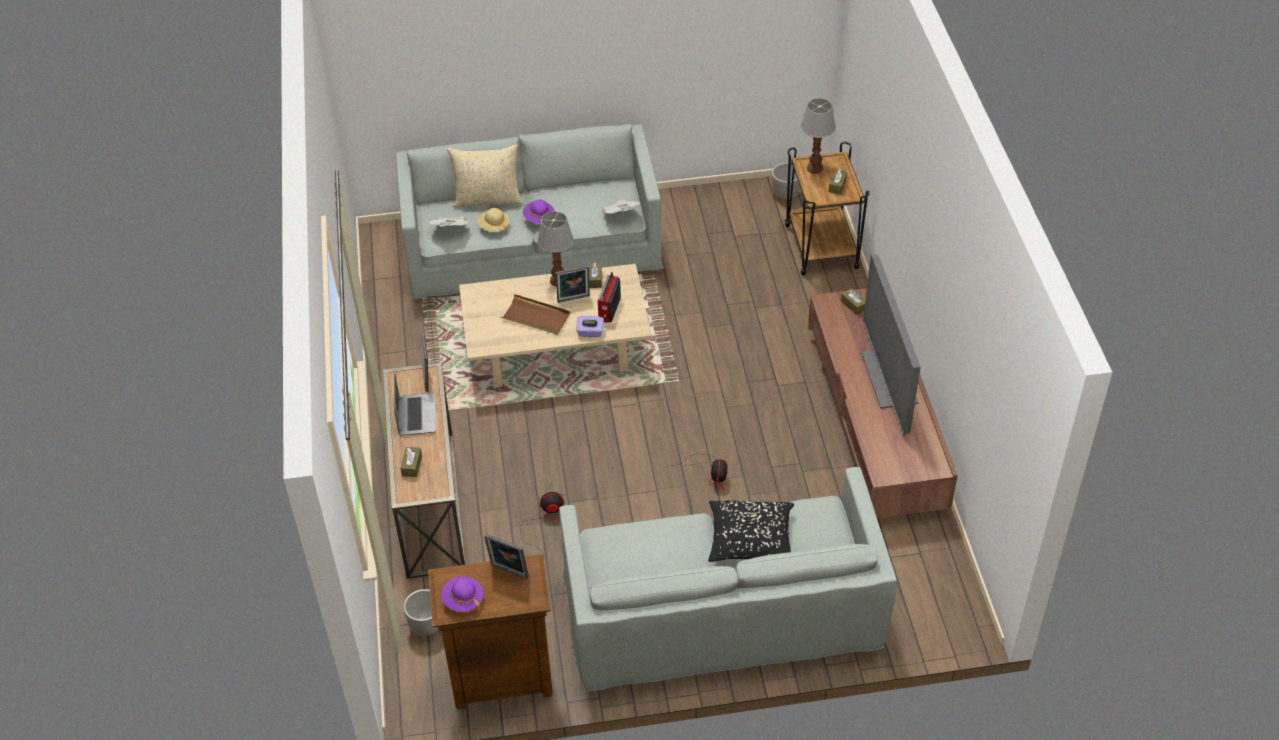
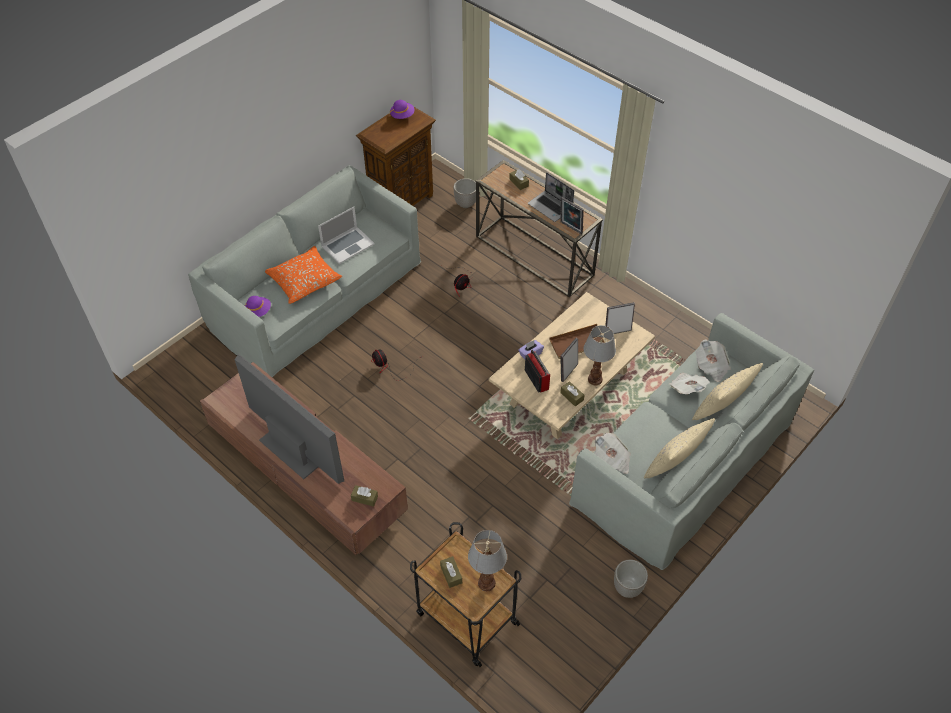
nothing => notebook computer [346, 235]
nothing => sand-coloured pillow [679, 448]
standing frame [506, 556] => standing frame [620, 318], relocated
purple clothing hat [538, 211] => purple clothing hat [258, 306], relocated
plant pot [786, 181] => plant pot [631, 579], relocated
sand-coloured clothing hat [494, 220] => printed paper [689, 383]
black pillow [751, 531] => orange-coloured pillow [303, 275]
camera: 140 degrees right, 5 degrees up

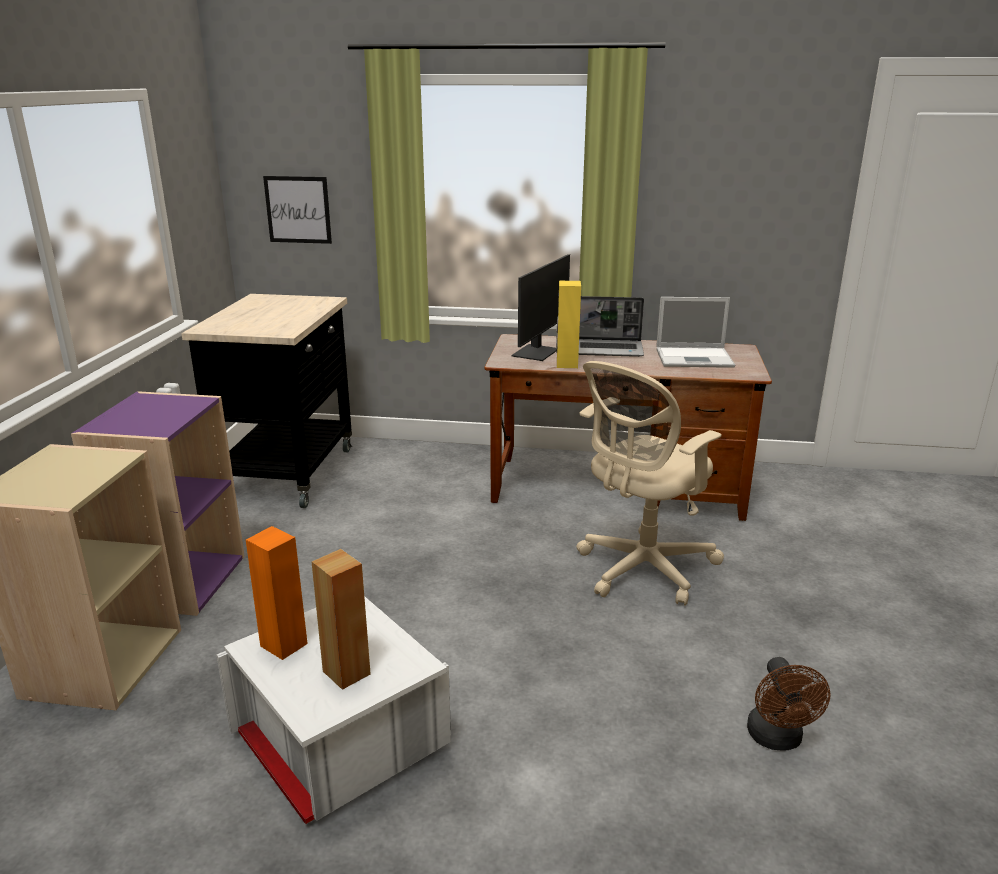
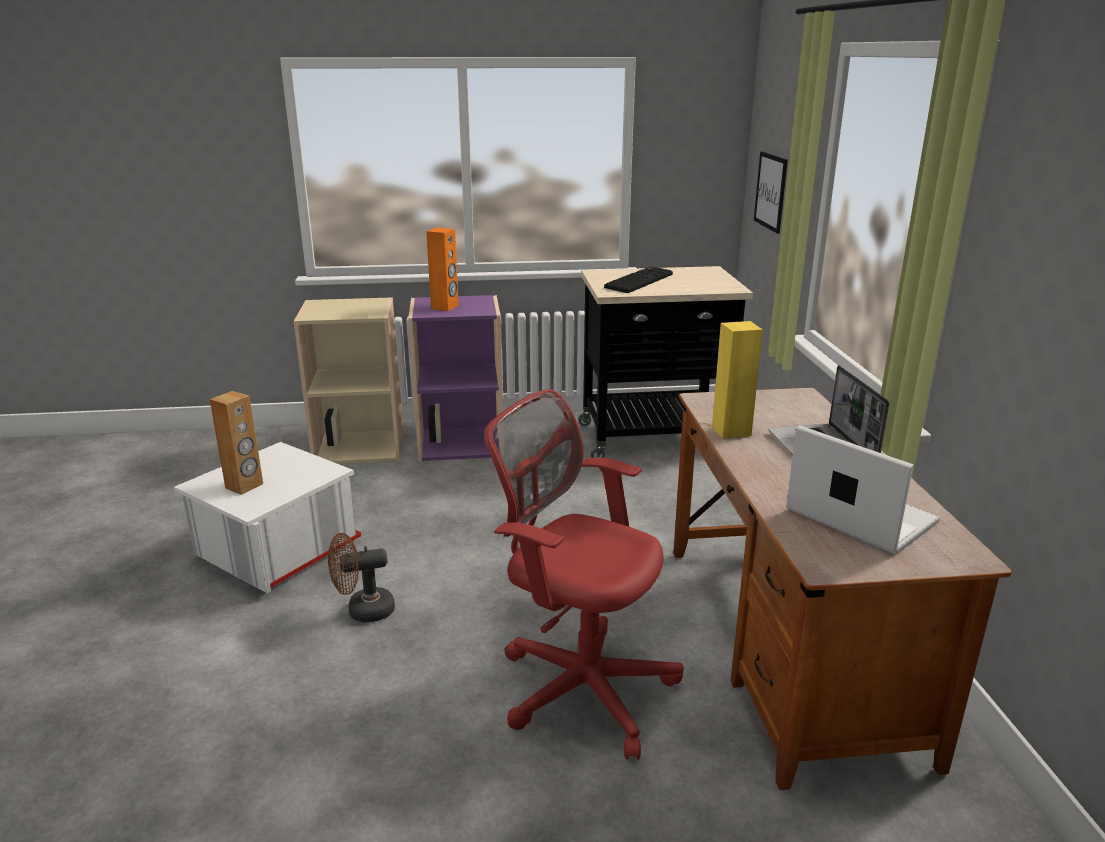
monitor [540, 307] => nothing
nothing => PC keyboard [638, 280]
orange-coloured loudspeaker [277, 593] => orange-coloured loudspeaker [442, 269], relocated
brown cooling fan [789, 704] => brown cooling fan [361, 578], relocated
sand-coloured computer chair [650, 483] => red computer chair [584, 574]
notebook computer [695, 332] => notebook computer [863, 490], 150 degrees clockwise
camera: 75 degrees right, 0 degrees up

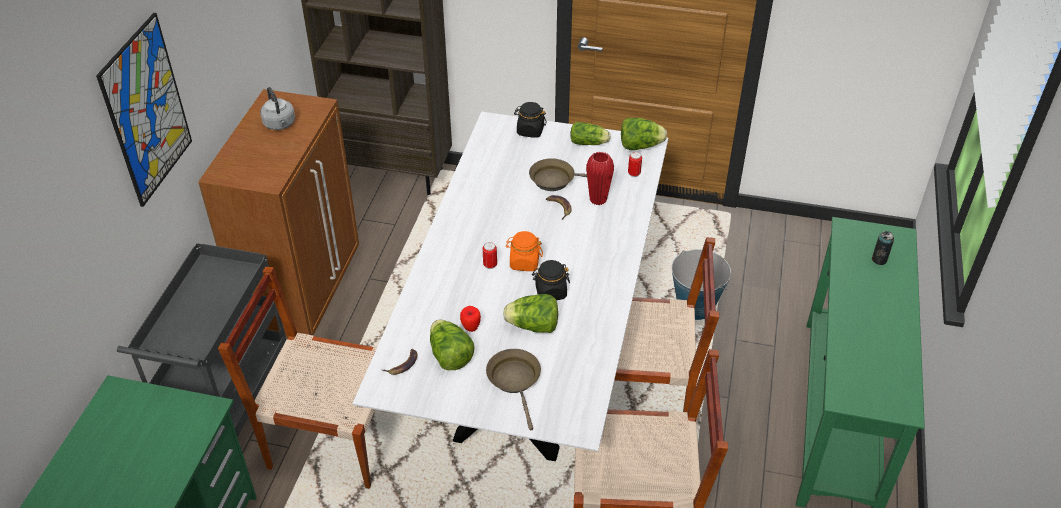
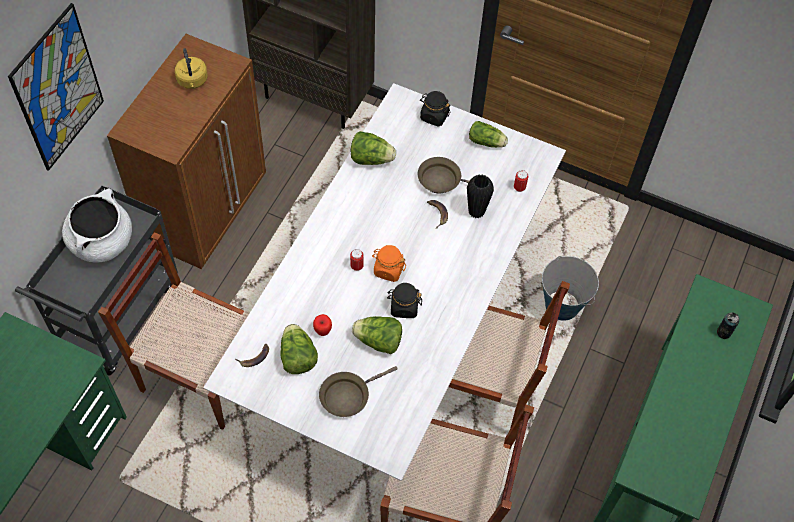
nothing => white cooking pot [97, 226]
lettuce head [644, 134] => lettuce head [373, 148], relocated
grey water kettle [277, 108] => yellow-coloured water kettle [191, 68]
red decorative vase [600, 178] => black decorative vase [480, 196]
brown frying pan [513, 389] => brown frying pan [358, 391], 120 degrees counterclockwise
camera: 10 degrees right, 15 degrees up

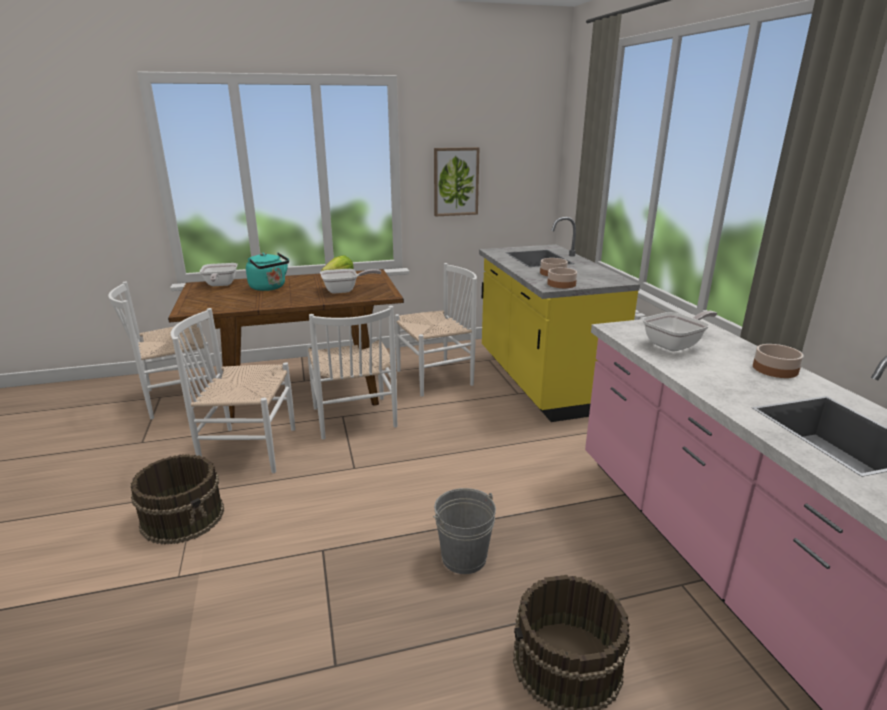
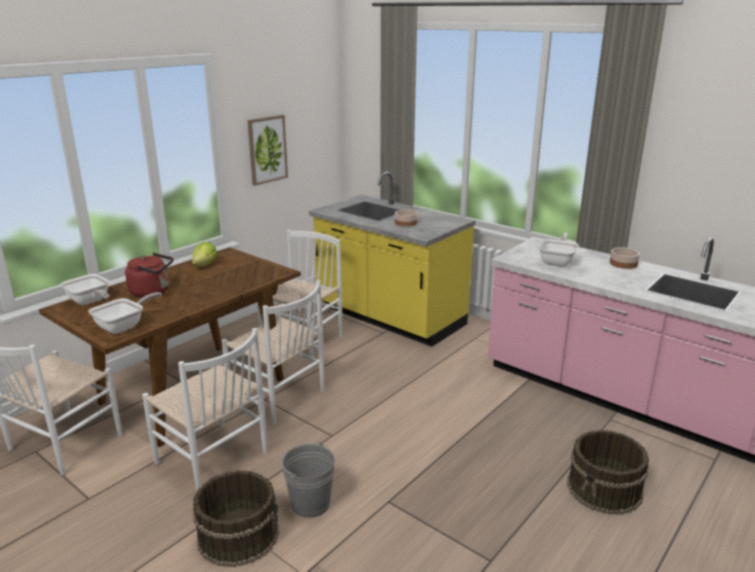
deep dish [562, 278] => nothing
frying pan [350, 281] => frying pan [125, 313], relocated
grey pail [464, 531] => grey pail [308, 479], relocated
turquoise-coloured water kettle [267, 271] => red water kettle [149, 275]
white upright chair [233, 390] => white upright chair [204, 409], 105 degrees counterclockwise
camera: 35 degrees left, 0 degrees up

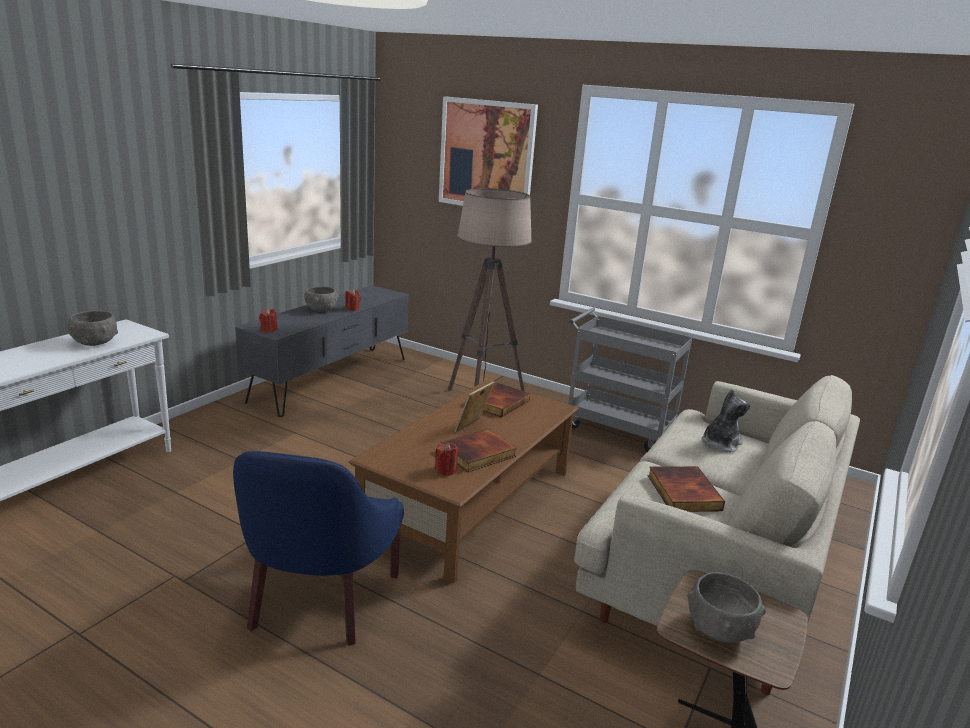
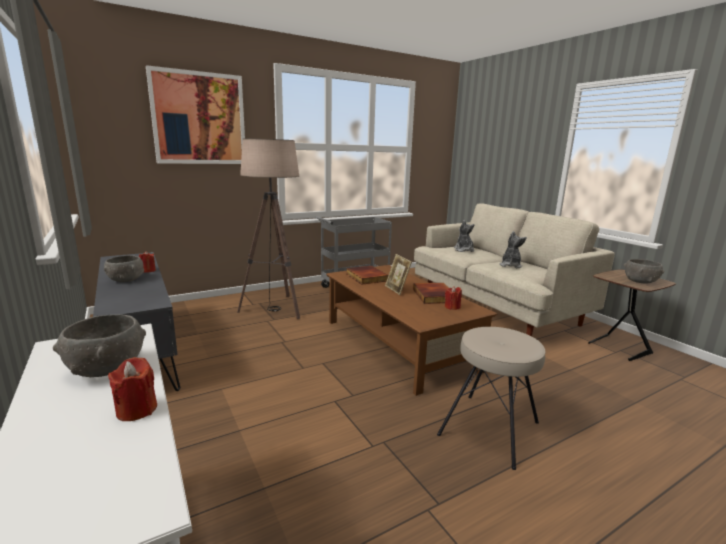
red candle [268, 321] => red candle [132, 389], relocated
bluish easy chair [318, 548] => sand-coloured stool seat [491, 398]
bound book [686, 489] => soft toy [513, 249]
camera: 60 degrees left, 5 degrees down

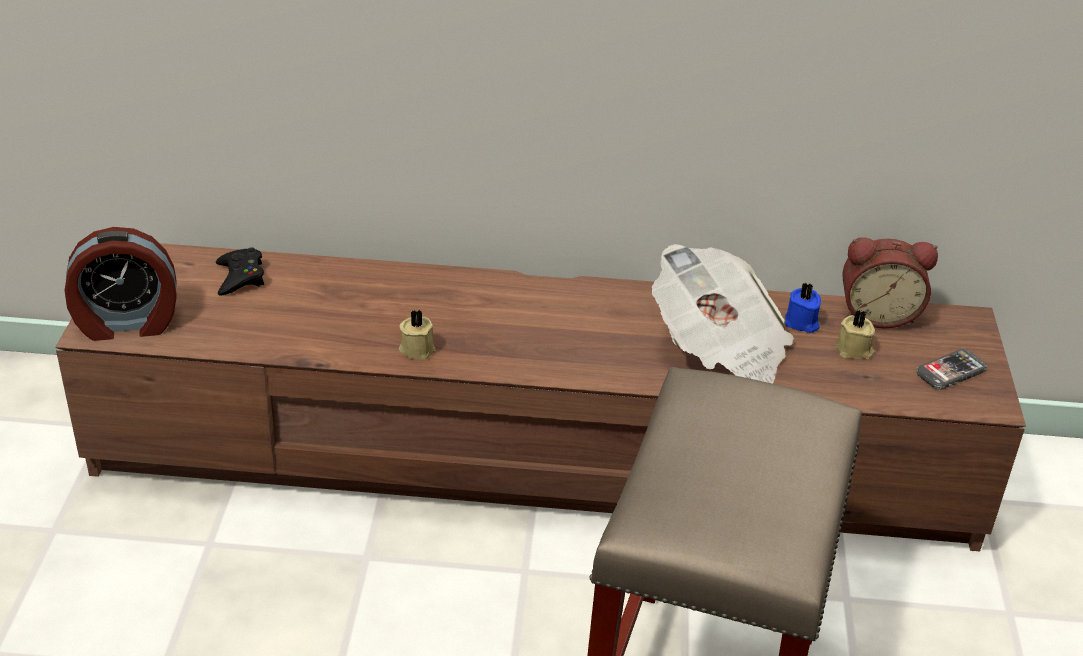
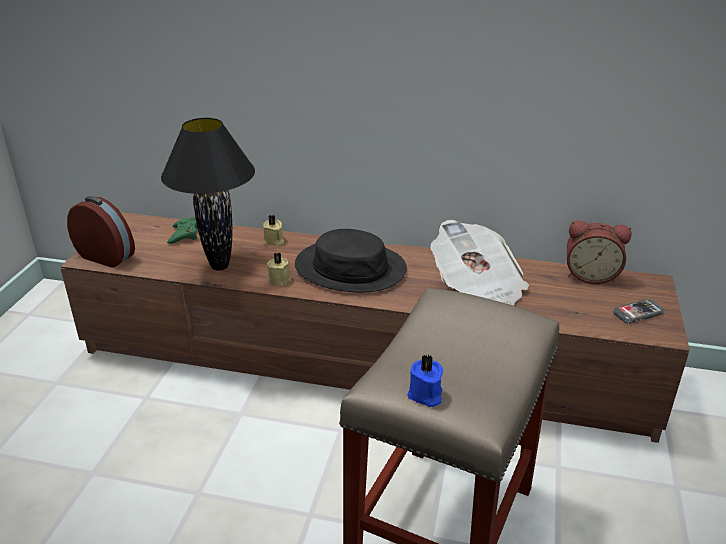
nothing => black table lamp [208, 194]
nothing => black clothing hat [351, 260]
bluish candle [803, 307] => bluish candle [425, 381], relocated
sand-coloured candle [855, 334] => sand-coloured candle [273, 230], relocated
black joypad [240, 271] => green-coloured joypad [182, 230]
bedside clock [121, 284] => bedside clock [101, 232], 150 degrees counterclockwise
camera: 10 degrees right, 5 degrees down

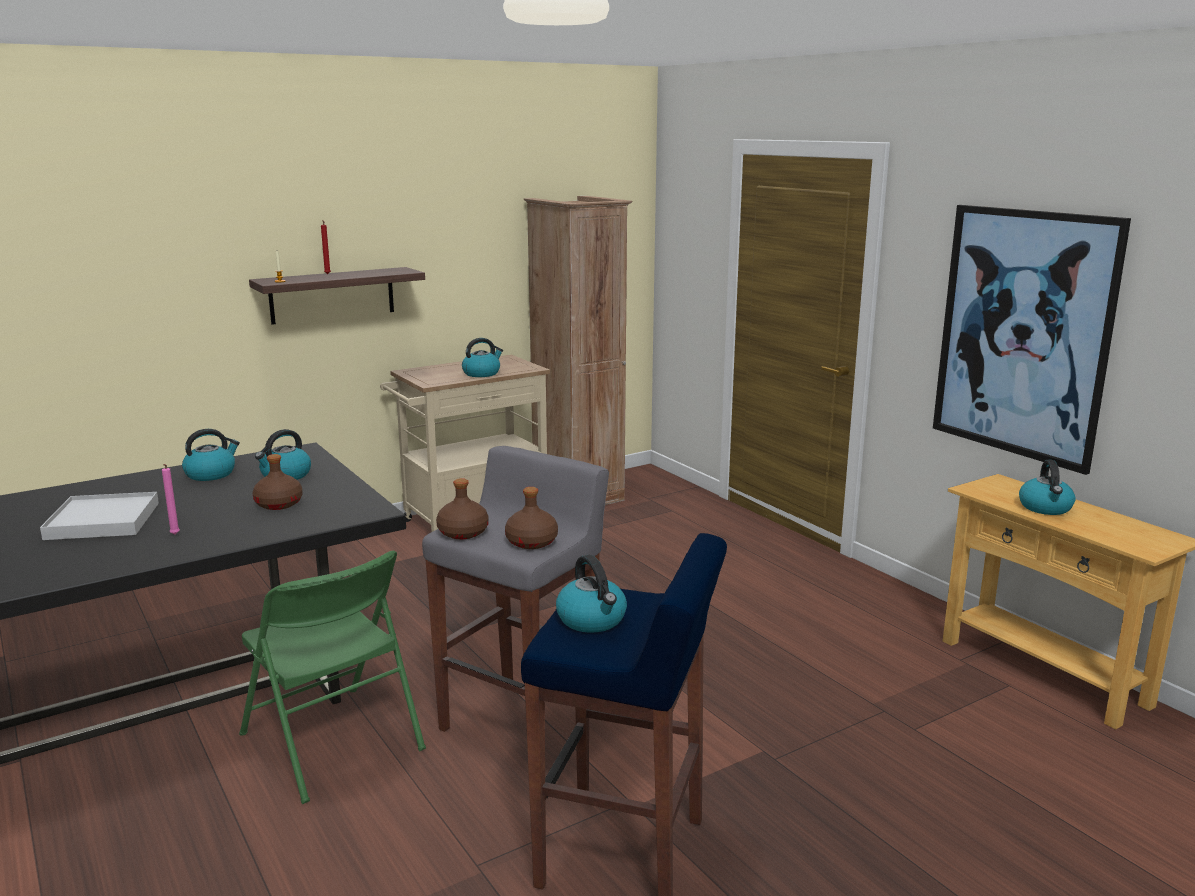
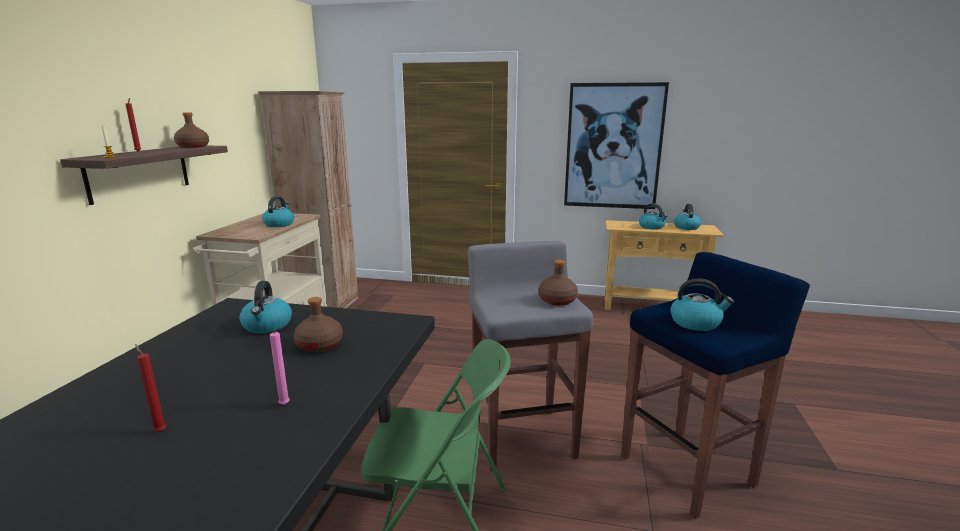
water kettle [211, 455] => water kettle [687, 217], relocated
brown beverage bottle [462, 508] => brown beverage bottle [191, 130], relocated
white carrying tray [99, 516] => red candle [150, 388]
camera: 45 degrees left, 0 degrees up

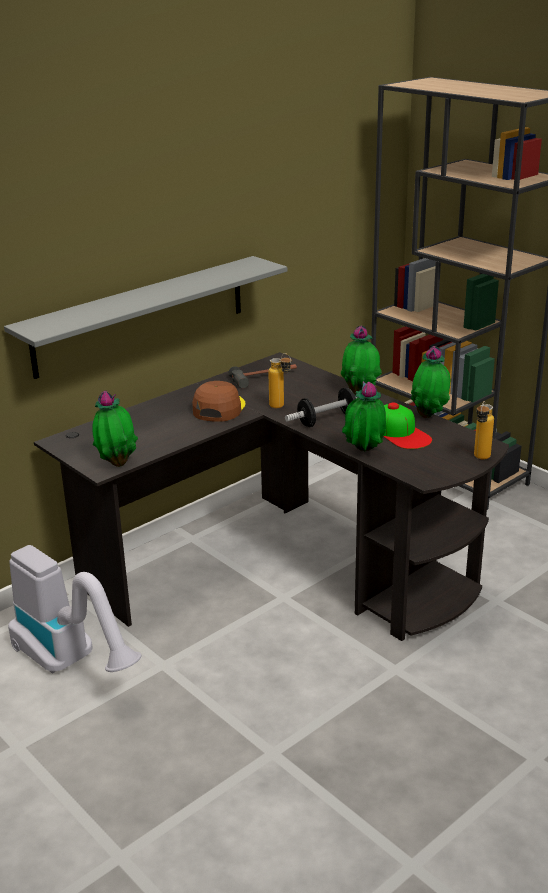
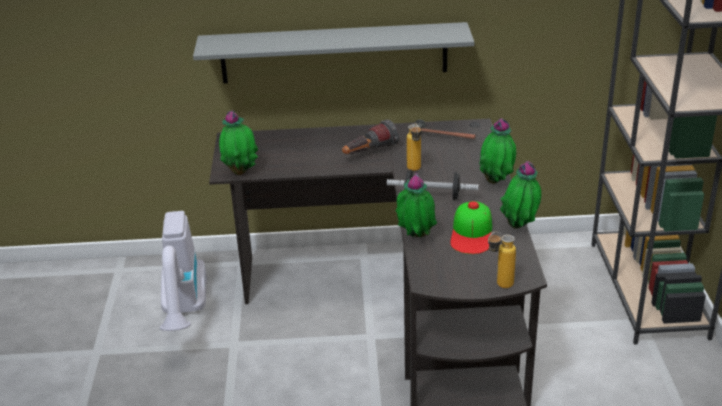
brown cap [219, 401] => hand torch [370, 136]
camera: 40 degrees right, 5 degrees up

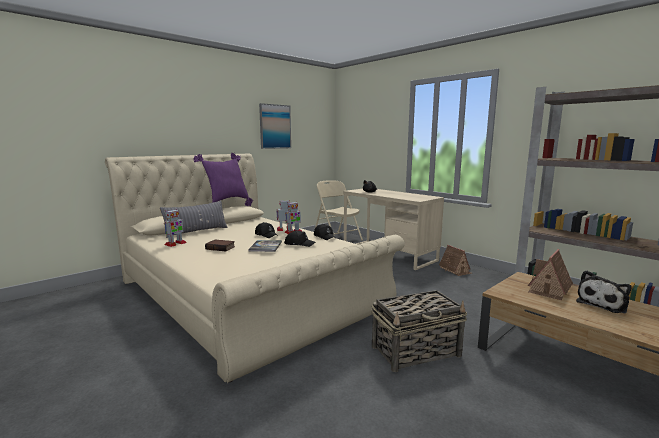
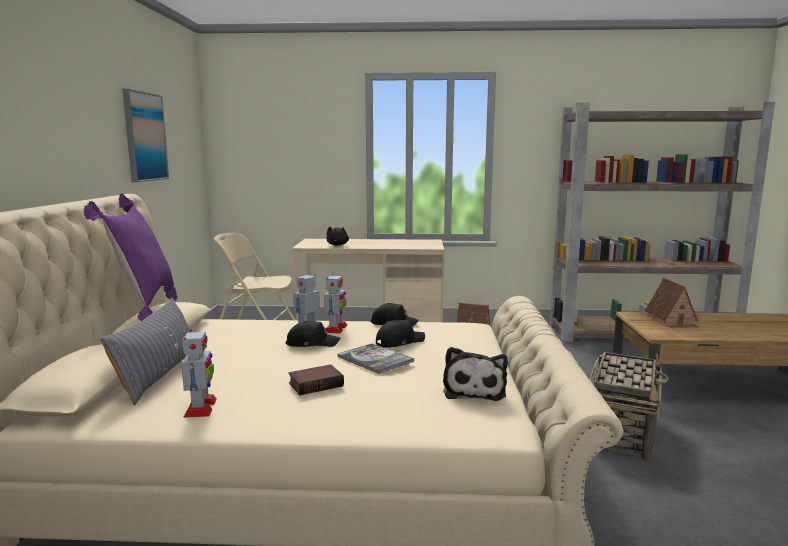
soft toy [604, 291] => soft toy [475, 374], relocated
camera: 45 degrees left, 0 degrees up

